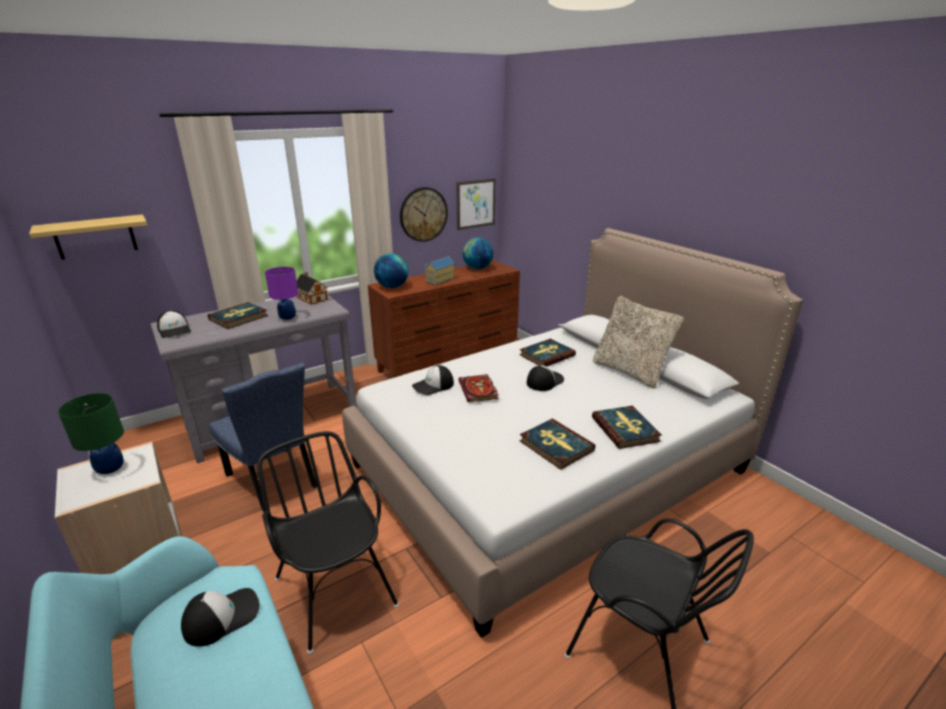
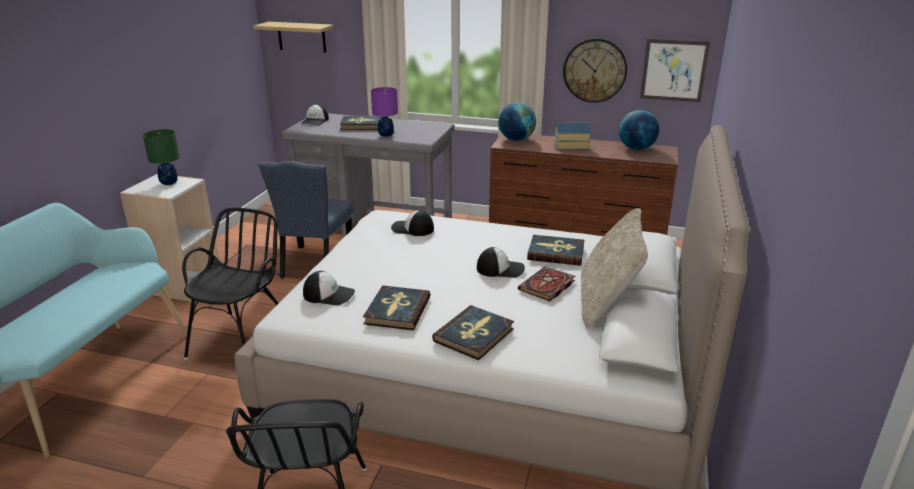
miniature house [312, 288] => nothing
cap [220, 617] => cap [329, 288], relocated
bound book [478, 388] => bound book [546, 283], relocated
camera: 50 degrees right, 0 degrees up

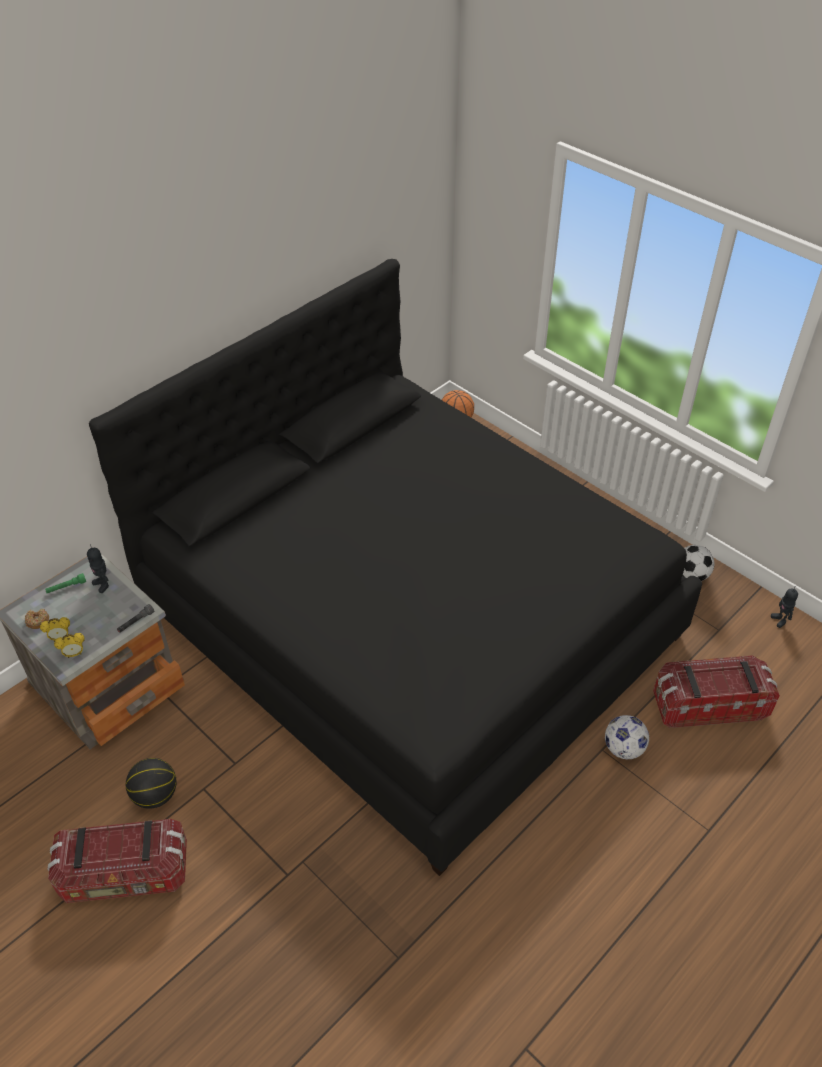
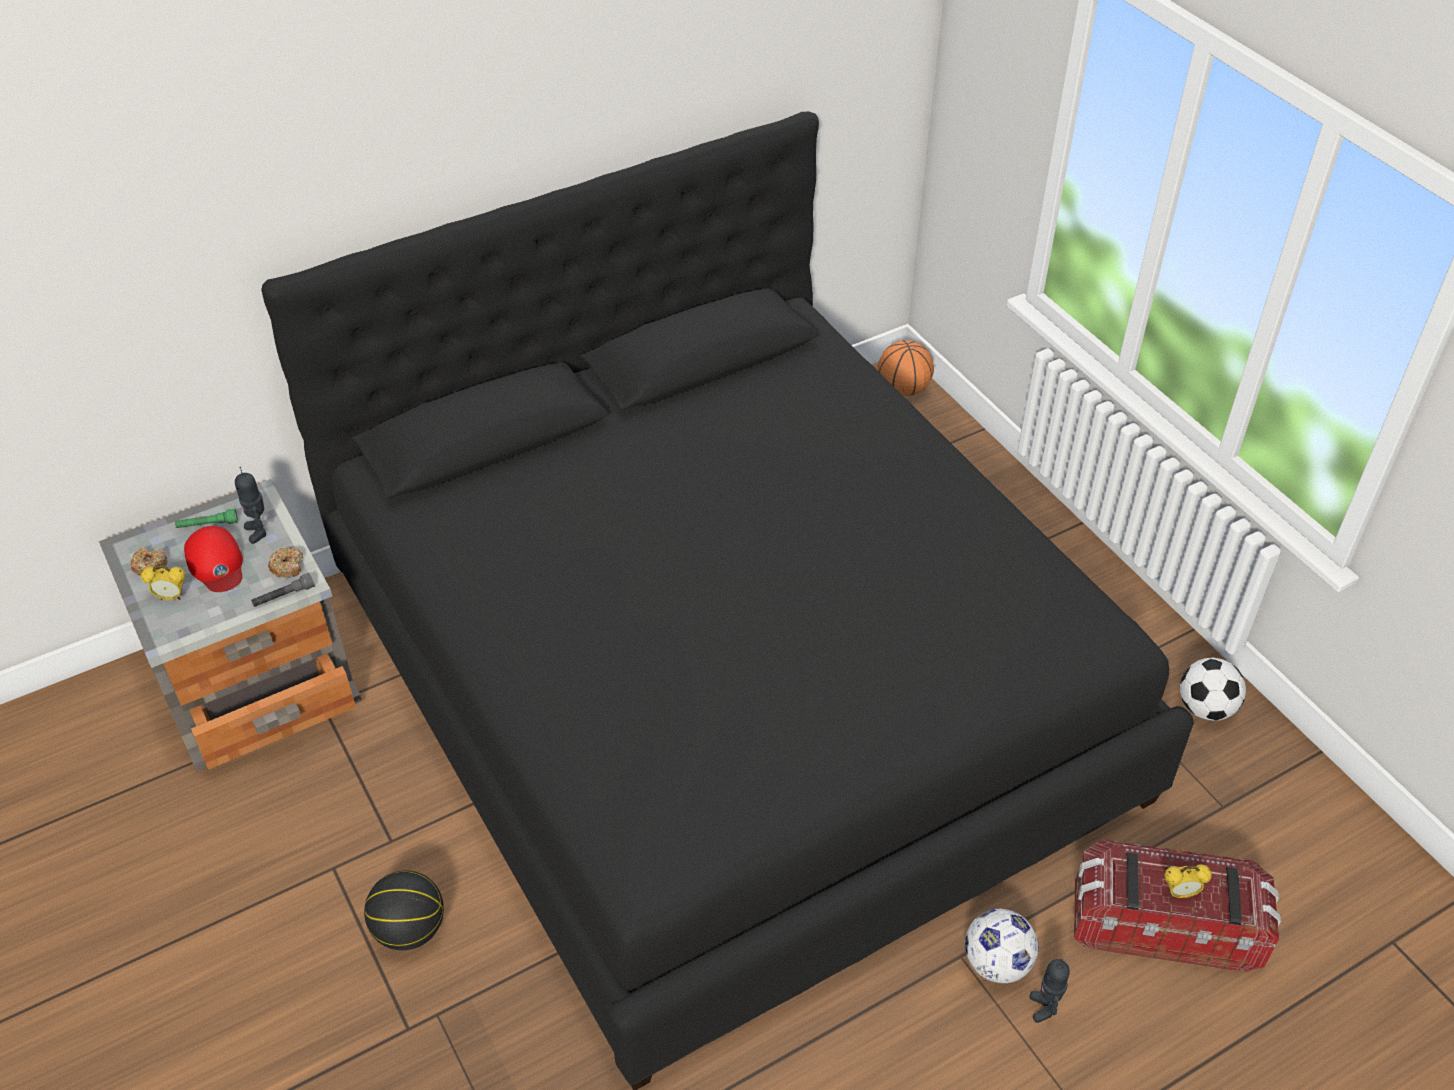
storage bin [117, 861] => nothing
nothing => red cap [213, 559]
nothing => donut [285, 562]
bedside clock [69, 645] => bedside clock [1188, 881], relocated
ball for basketball [151, 783] => ball for basketball [404, 910], relocated
model robot [784, 607] => model robot [1049, 991], relocated
camera: 15 degrees right, 0 degrees up

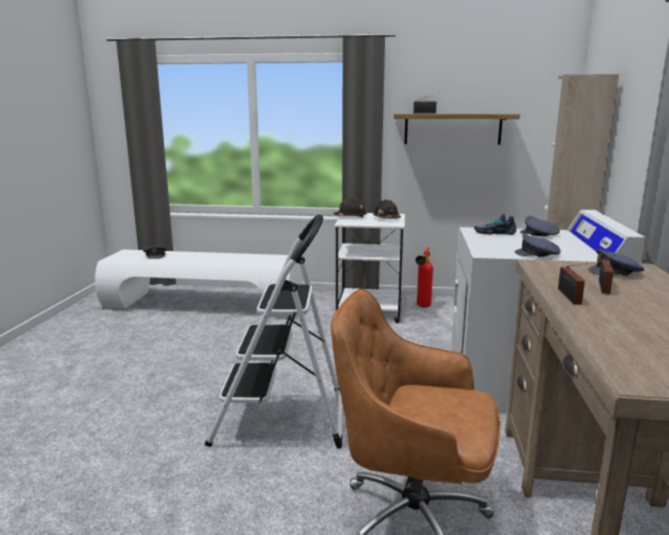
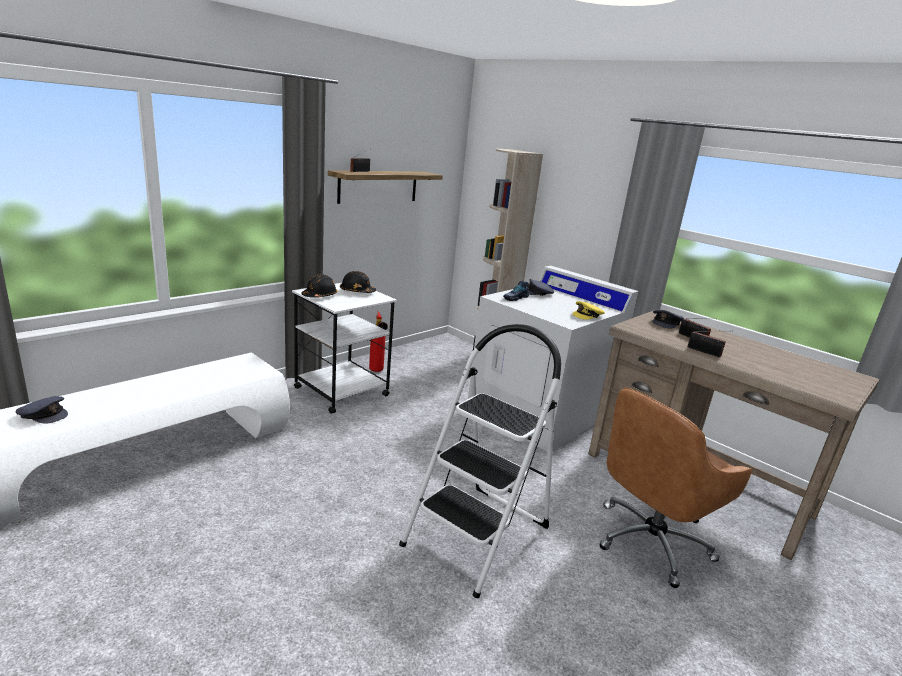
grey cap [538, 245] => yellow-coloured cap [588, 310]
camera: 55 degrees left, 5 degrees up

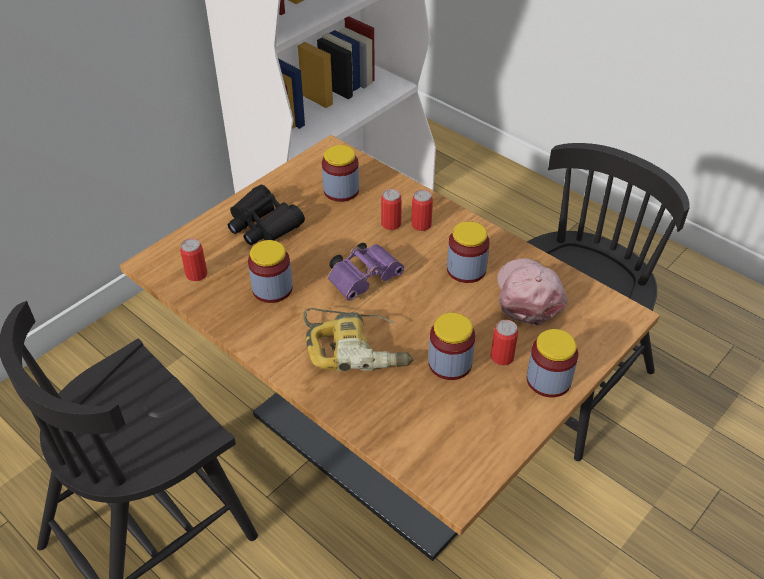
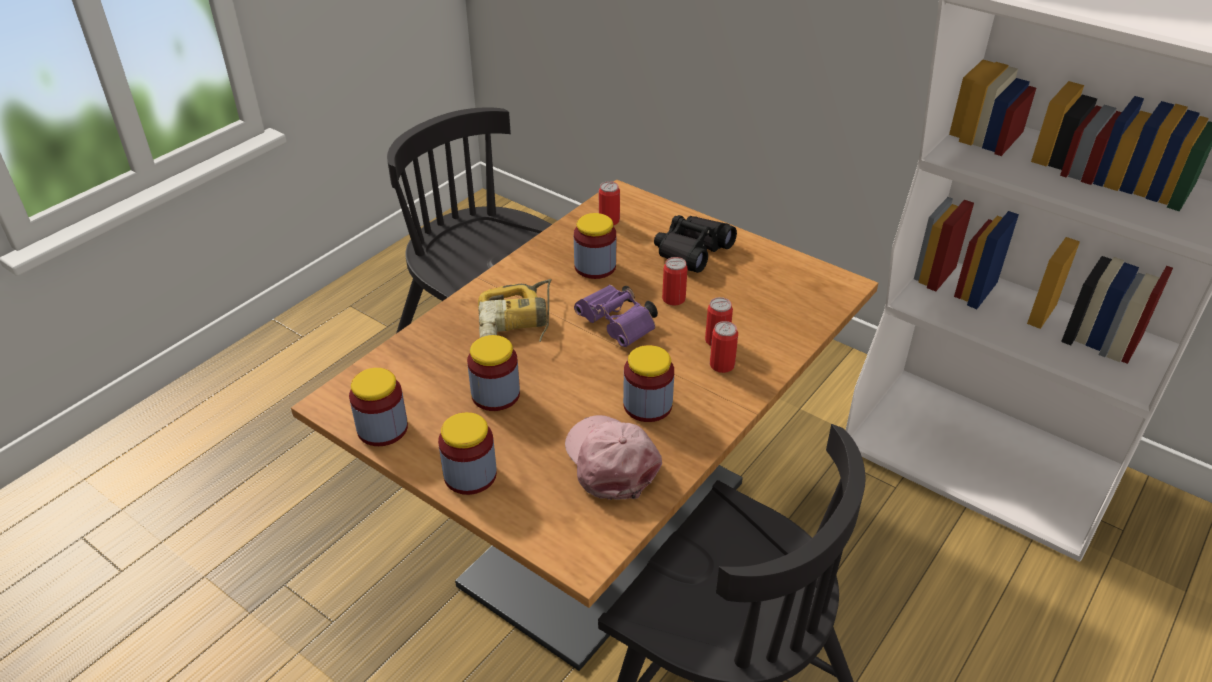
preserve jar [340, 173] => preserve jar [378, 407], relocated
can [504, 342] => can [675, 281], relocated
pink cap [532, 292] => pink cap [613, 457], 105 degrees counterclockwise
camera: 85 degrees right, 5 degrees down

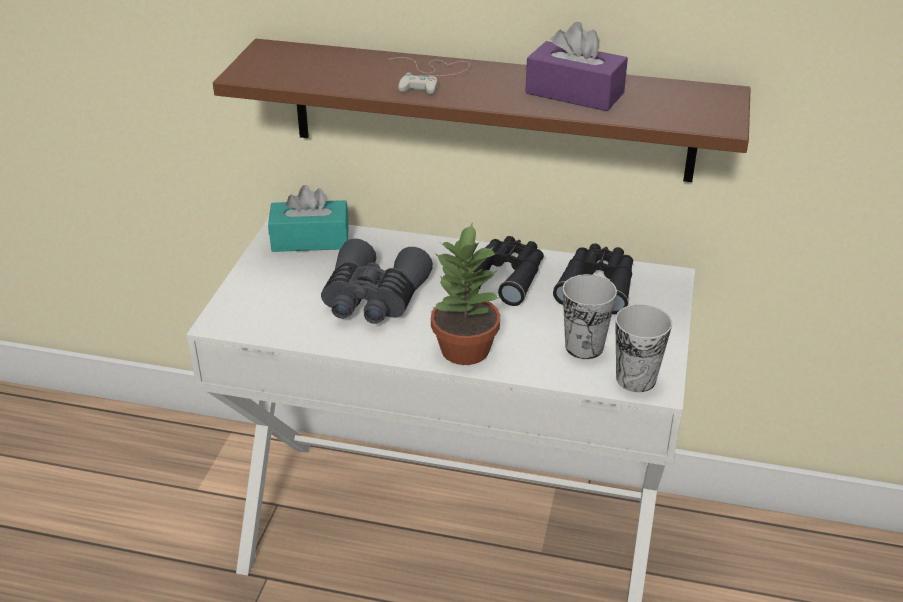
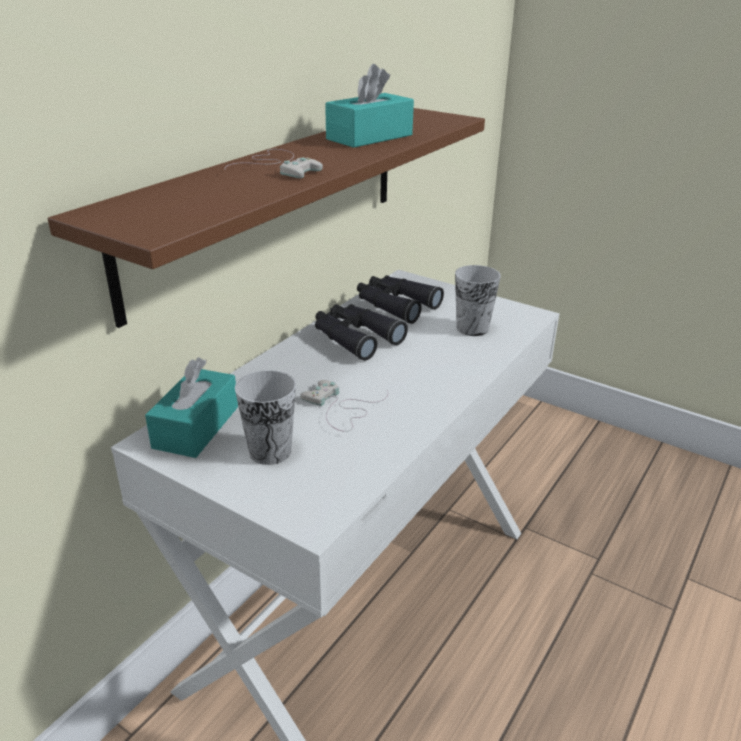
plant in a pot [466, 294] => nothing
small cup [643, 348] => small cup [265, 417], relocated
grey pair of binoculars [377, 281] => white joypad [344, 406]
purple tissue holder [576, 66] => turquoise-coloured tissue holder [369, 106]
camera: 70 degrees left, 5 degrees down

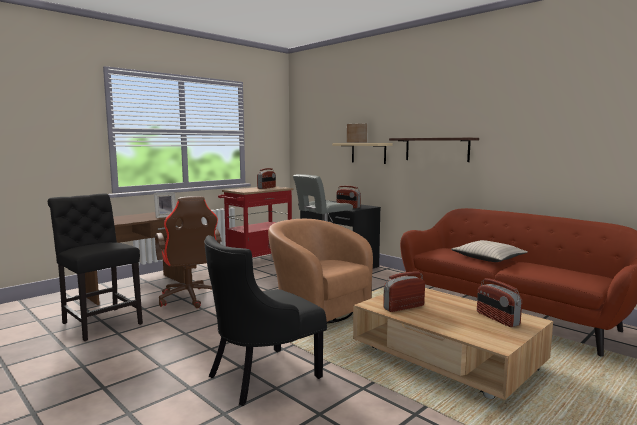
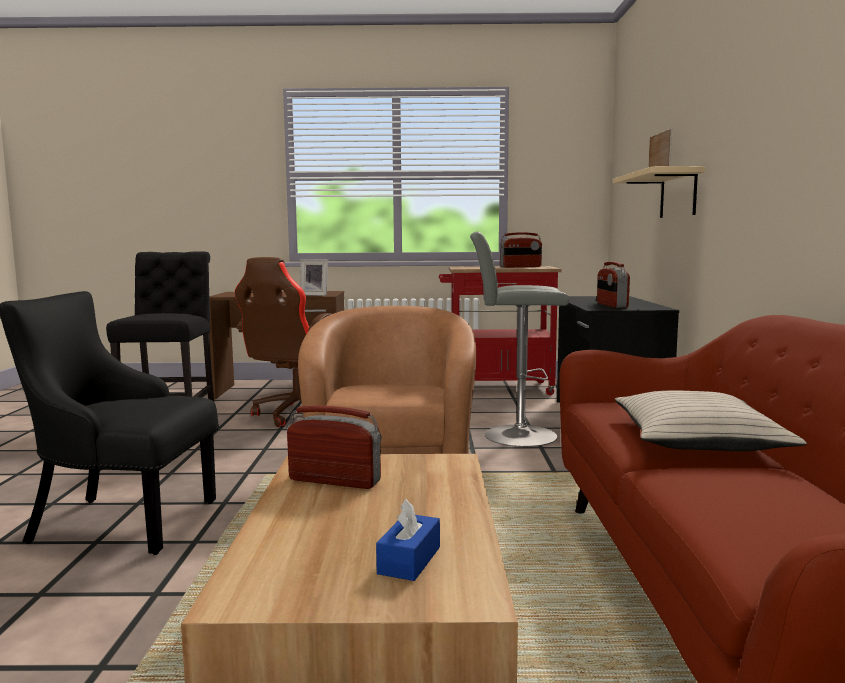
wall shelf [434, 150] => nothing
radio [499, 302] => bluish tissue holder [408, 540]
camera: 45 degrees right, 0 degrees up

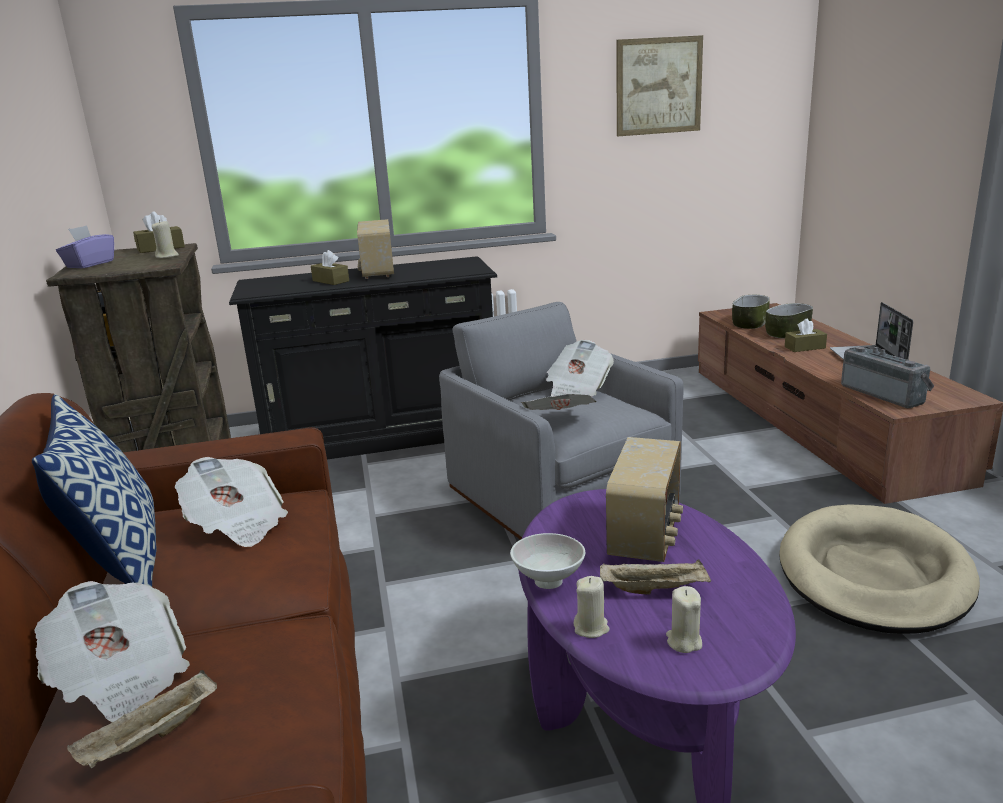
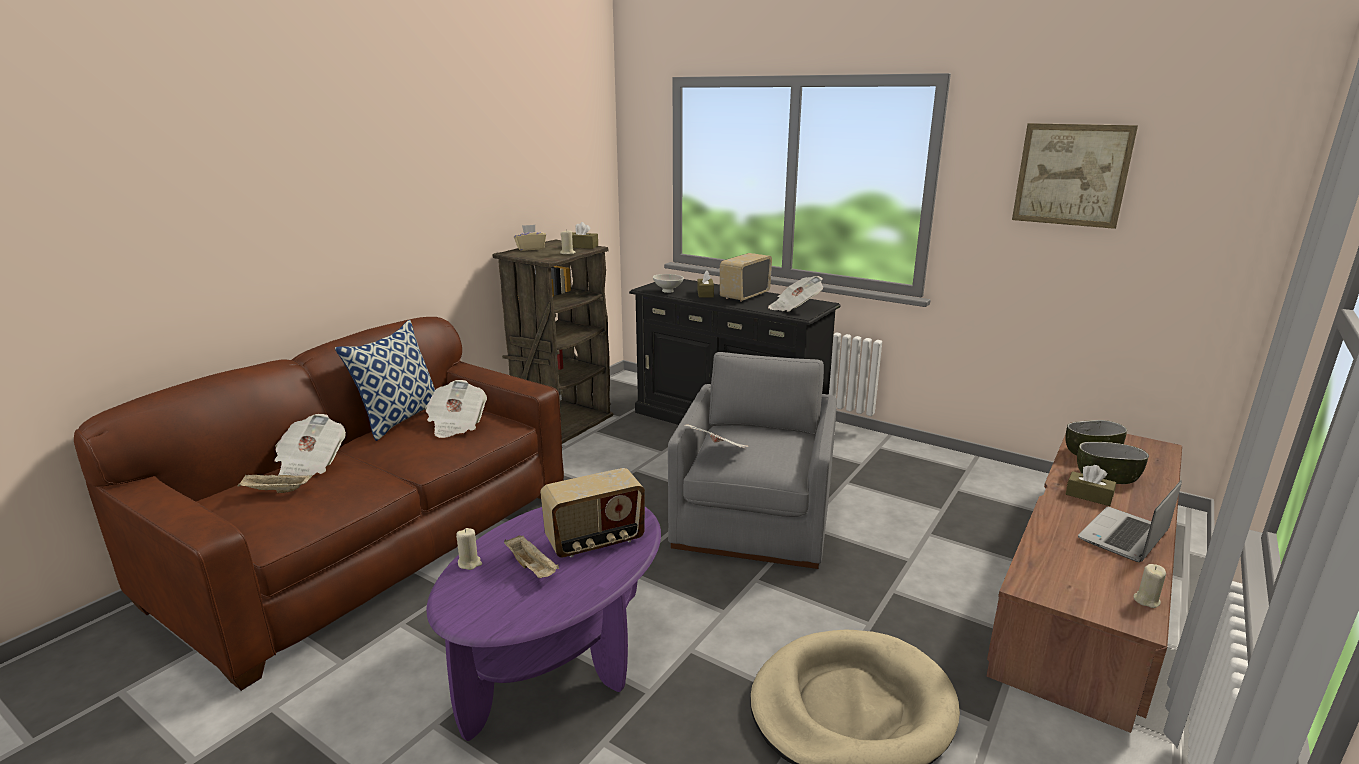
radio [887, 377] => nothing
white deep dish [547, 561] => white deep dish [668, 283], relocated
printed paper [580, 368] => printed paper [796, 294], relocated
sand-coloured candle [684, 619] => sand-coloured candle [1149, 586], relocated
purple tissue holder [85, 246] => sand-coloured tissue holder [530, 238]
camera: 45 degrees right, 0 degrees up

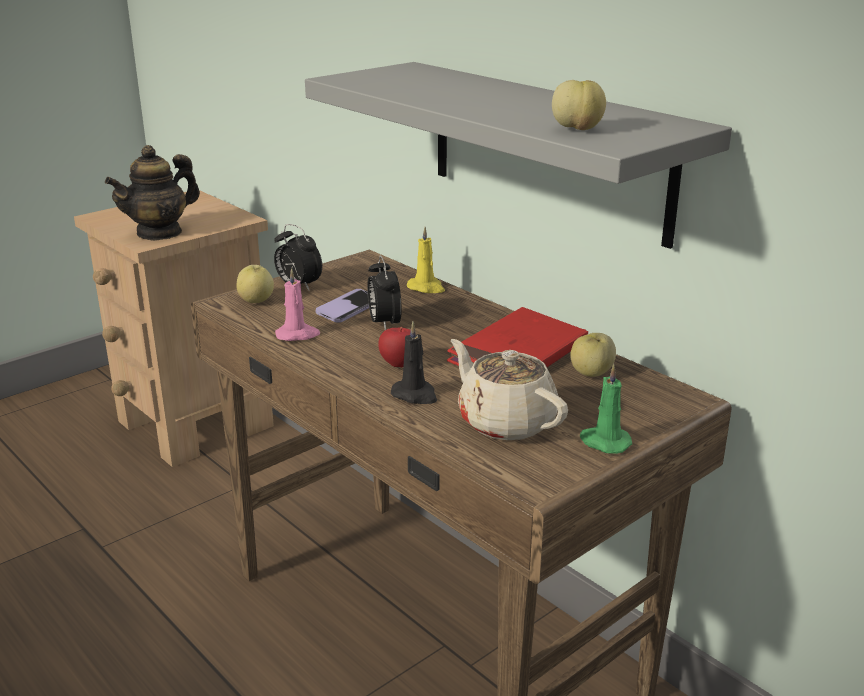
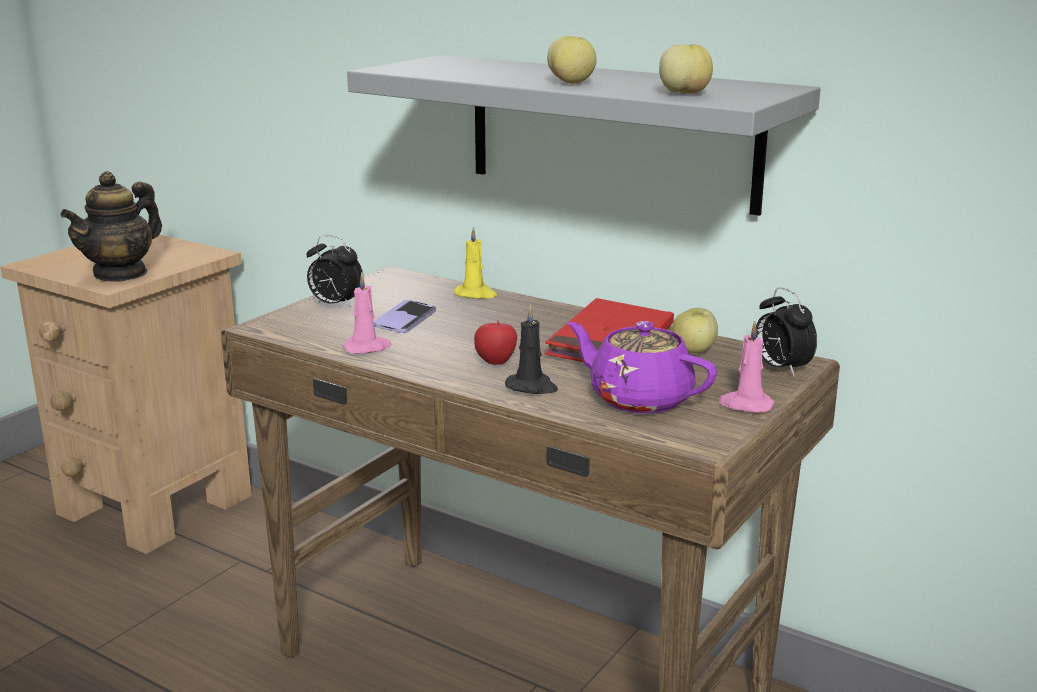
whole apple [255, 284] => whole apple [572, 60], relocated
bedside clock [384, 292] => bedside clock [786, 332], relocated
sand-coloured pot for tea [509, 389] => purple pot for tea [642, 367]
green-coloured candle [606, 409] => pink candle [746, 366]
camera: 15 degrees left, 5 degrees down

